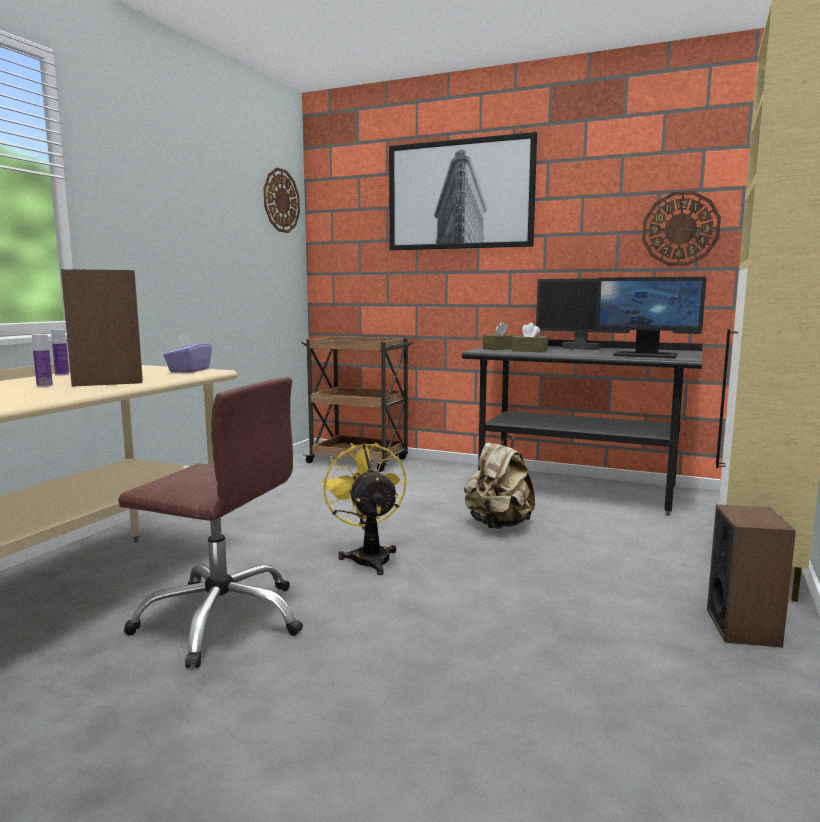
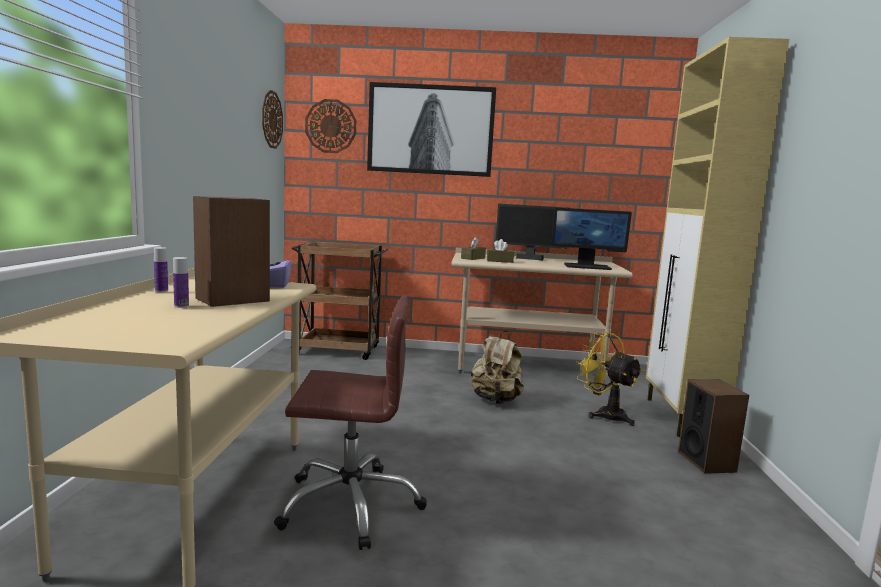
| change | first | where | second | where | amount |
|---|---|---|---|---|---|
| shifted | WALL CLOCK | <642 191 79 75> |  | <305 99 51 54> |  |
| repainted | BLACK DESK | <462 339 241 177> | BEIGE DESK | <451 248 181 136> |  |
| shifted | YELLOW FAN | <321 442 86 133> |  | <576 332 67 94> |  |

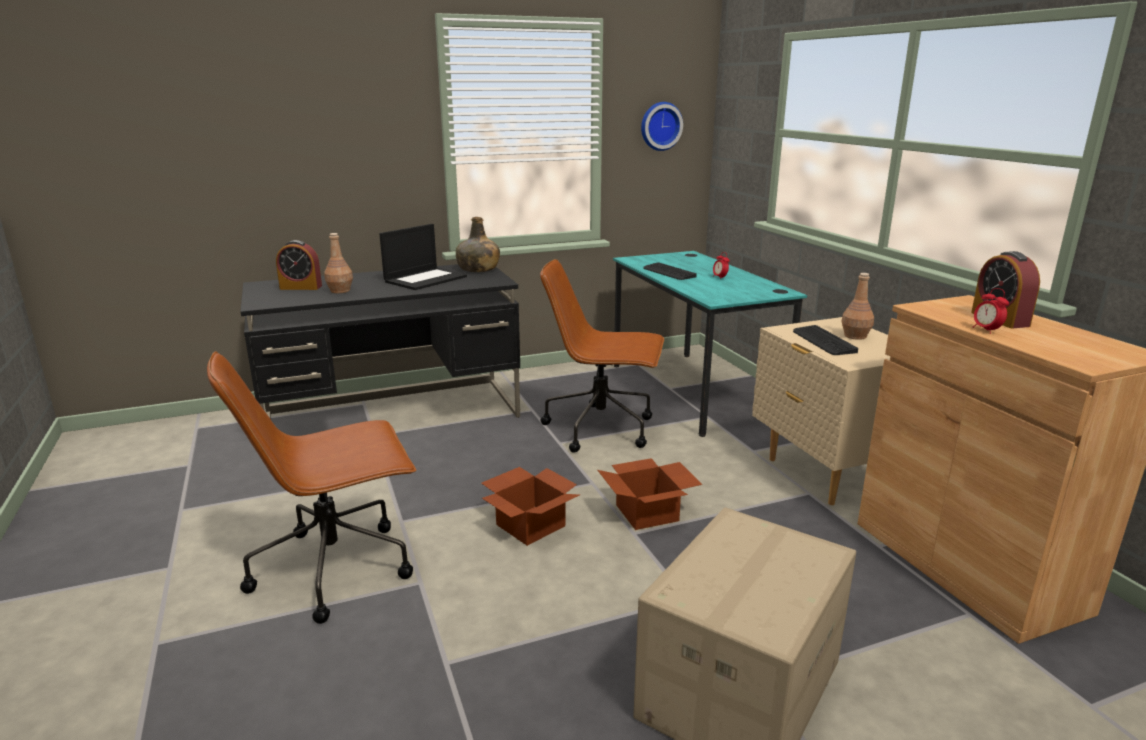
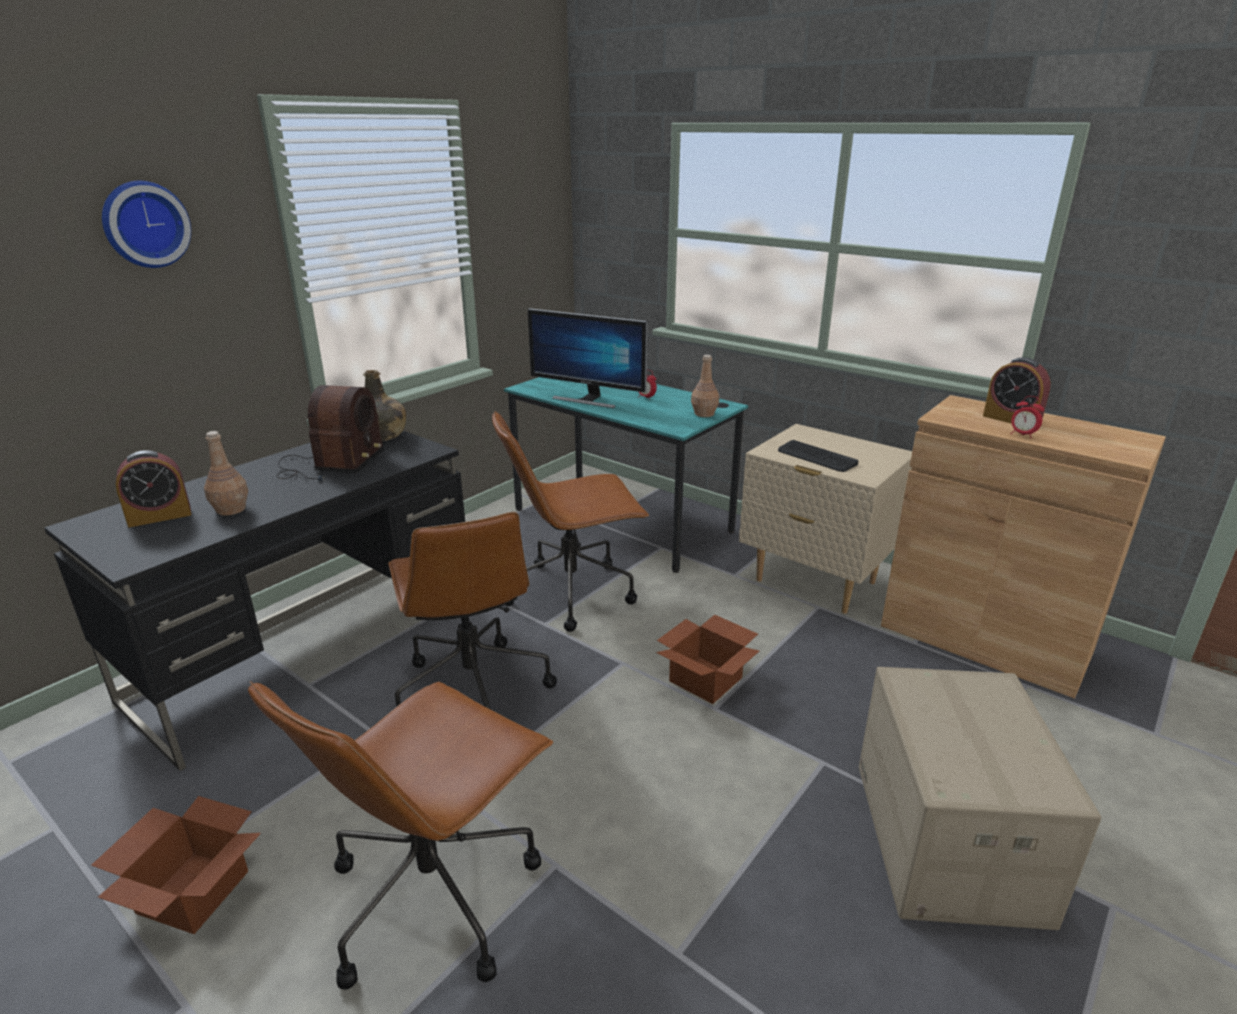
| change | first | where | second | where | amount |
|---|---|---|---|---|---|
| shifted | CARDBOARD BOX | <481 467 98 79> |  | <91 796 170 138> |  |
| shifted | WALL CLOCK | <641 102 42 49> |  | <102 181 89 87> |  |
| swapped | LAPTOP | <379 224 88 66> | RADIO | <276 385 108 97> |  |
| new |  |  | BROWN OFFICE CHAIR | <388 512 169 197> |  |
| swapped | KEYBOARD | <643 262 54 18> | MONITOR | <528 308 120 100> |  |
| shifted | BROWN BOTTLE | <841 273 33 67> |  | <691 355 28 62> |  |

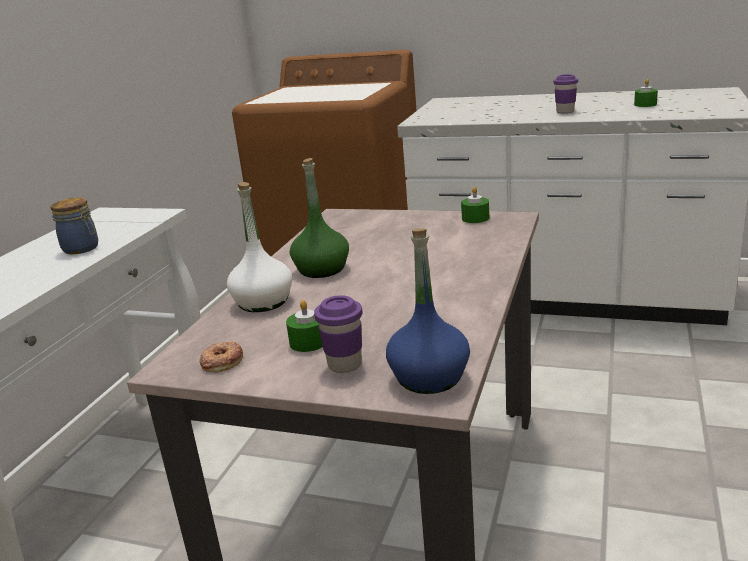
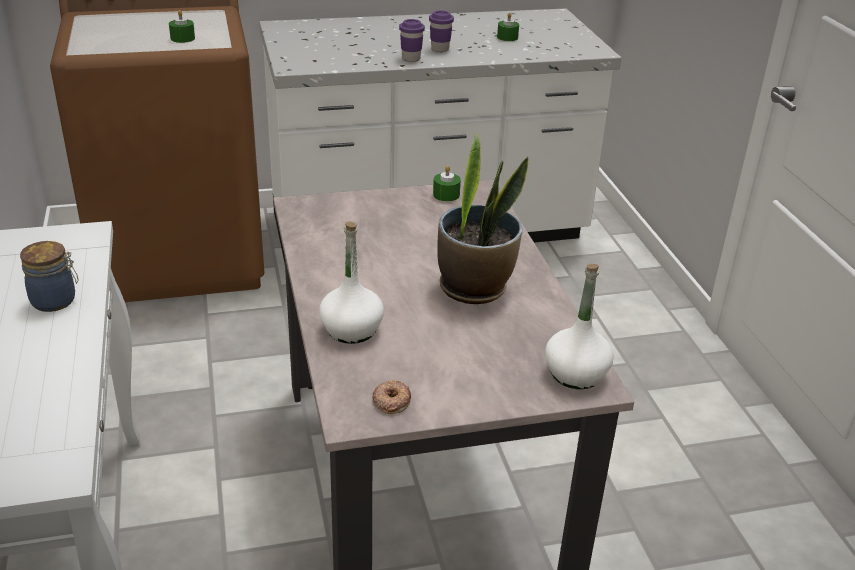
| change | first | where | second | where | amount |
|---|---|---|---|---|---|
| shifted | GREEN CANDLE | <286 300 37 52> |  | <169 10 26 33> |  |
| shifted | PURPLE CUP | <314 295 49 78> |  | <399 19 26 43> |  |
| new |  |  | POTTED PLANT | <437 133 92 171> |  |
| repainted | BLUE BOTTLE | <386 228 84 166> | WHITE BOTTLE | <545 264 69 125> |  |
| gone | GREEN BOTTLE | <290 158 59 120> |  |  |  |

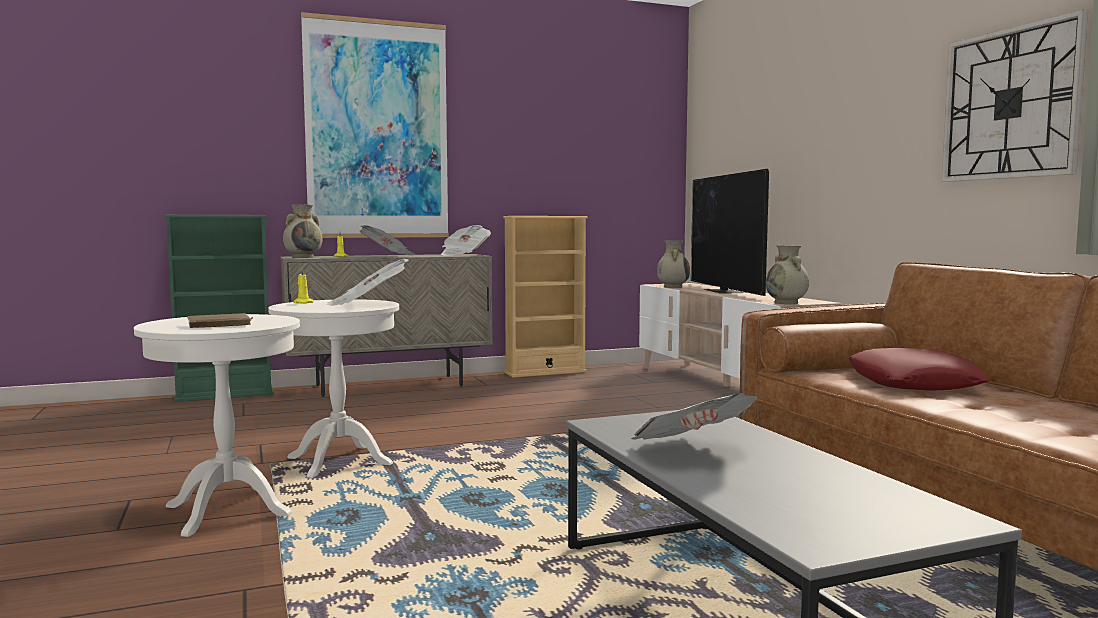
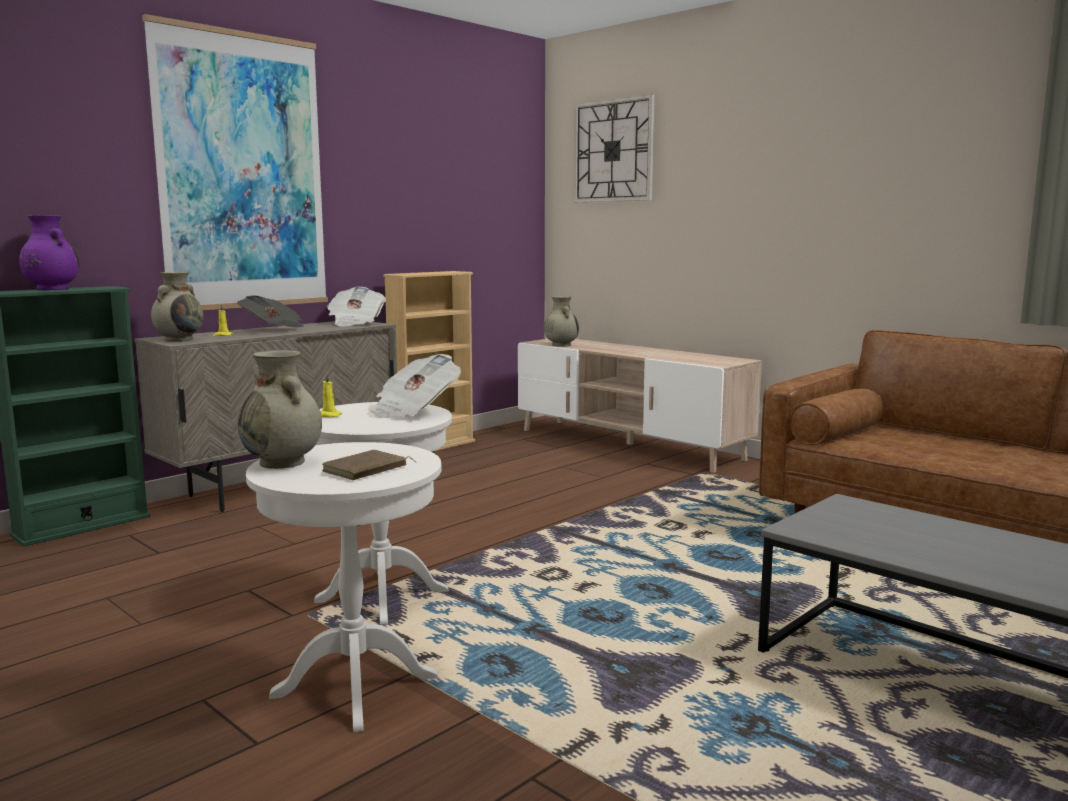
| change | first | where | second | where | amount |
|---|---|---|---|---|---|
| new |  |  | PURPLE VASE | <19 215 61 75> |  |
| shifted | BEIGE VASE | <766 245 43 59> |  | <238 350 84 119> |  |
| shifted | WALL CLOCK | <941 9 147 173> |  | <574 94 81 108> |  |
| gone | NEWSPAPER | <631 393 126 47> |  |  |  |
| gone | TELEVISION | <691 169 78 127> |  |  |  |
| gone | RED PILLOW | <849 348 141 43> |  |  |  |

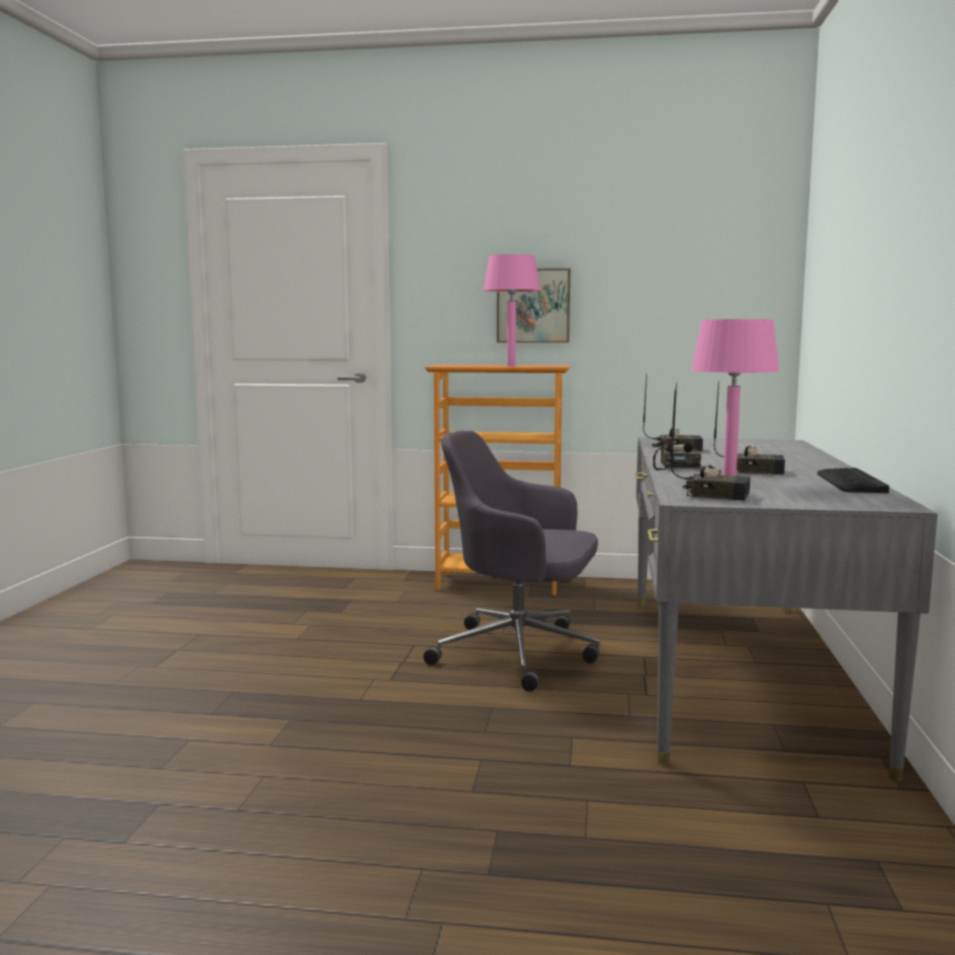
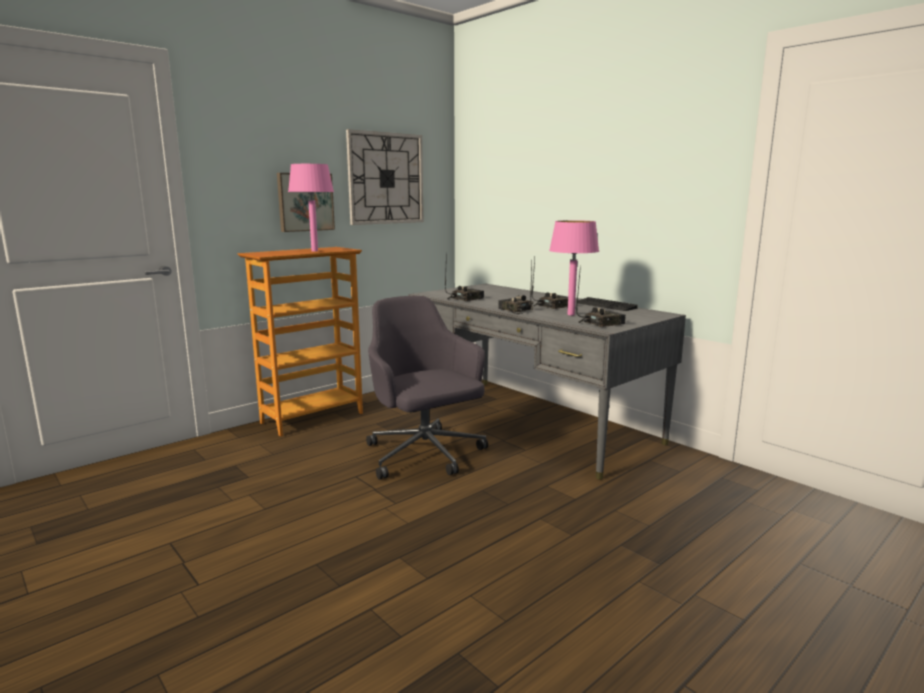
| change | first | where | second | where | amount |
|---|---|---|---|---|---|
| new |  |  | WALL CLOCK | <346 129 77 96> |  |
| rotated | GREY OFFICE CHAIR | <423 431 177 261> |  | <366 296 122 184> | 90 degrees clockwise |

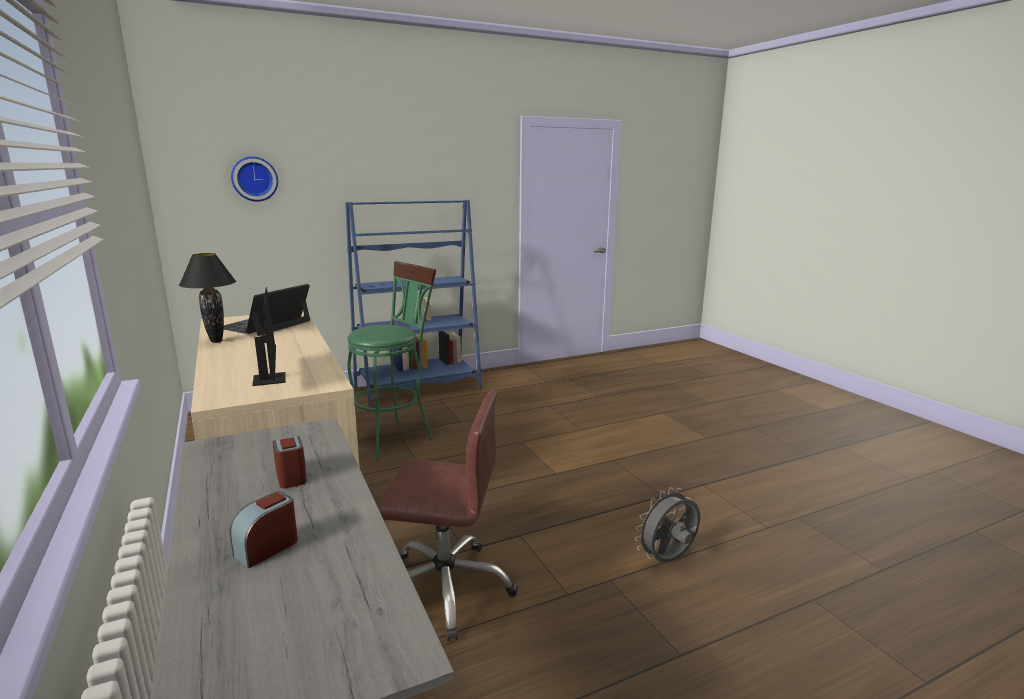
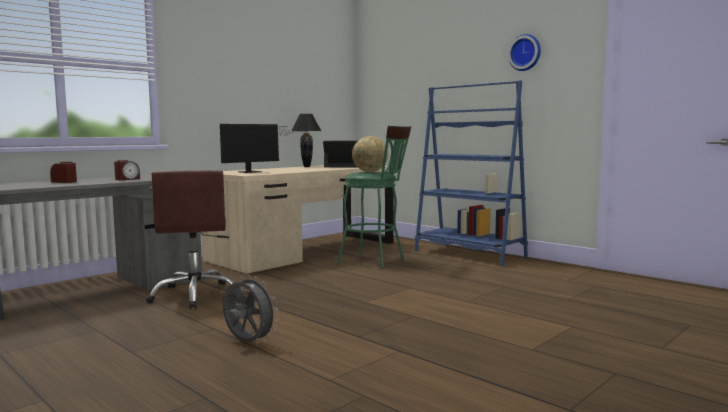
| change | first | where | second | where | amount |
|---|---|---|---|---|---|
| new |  |  | GLOBE | <352 136 36 36> |  |
| shifted | WALL CLOCK | <231 157 47 45> |  | <508 34 33 37> |  |

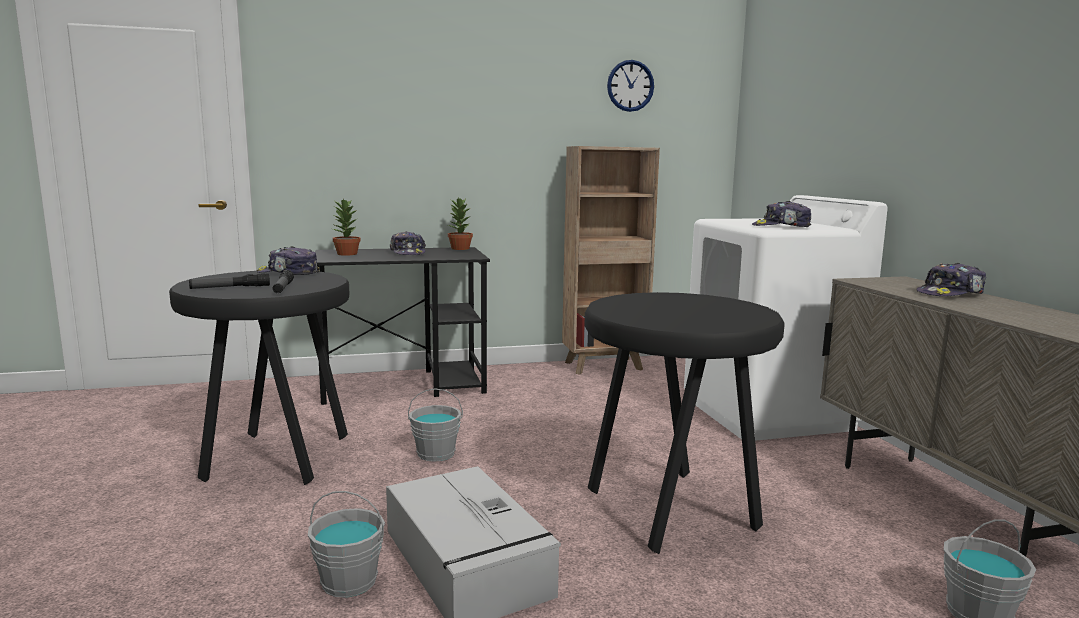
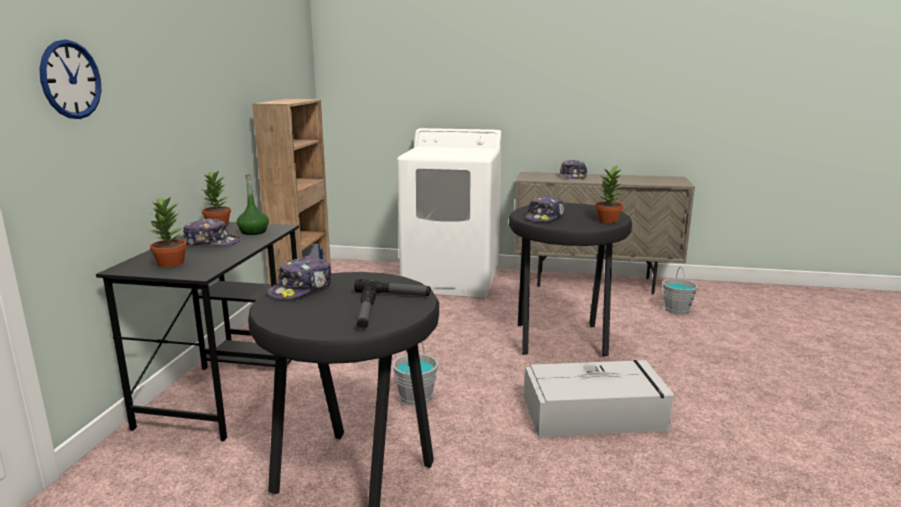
| change | first | where | second | where | amount |
|---|---|---|---|---|---|
| shifted | WALL CLOCK | <607 60 47 52> |  | <39 40 62 79> |  |
| new |  |  | GREEN BOTTLE | <237 174 32 61> |  |
| shifted | CAP | <752 201 59 26> |  | <526 195 39 27> |  |
| new |  |  | POTTED PLANT | <595 165 28 58> |  |
| gone | GREY BUCKET | <308 491 77 107> |  |  |  |

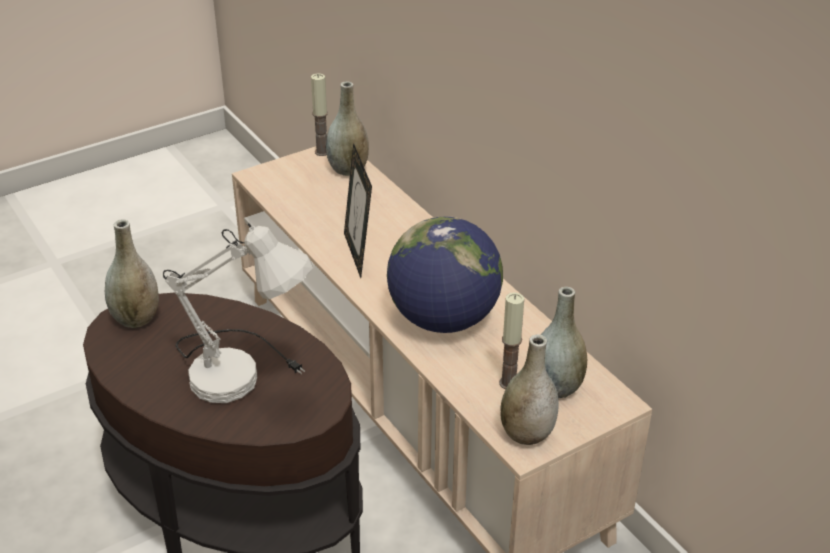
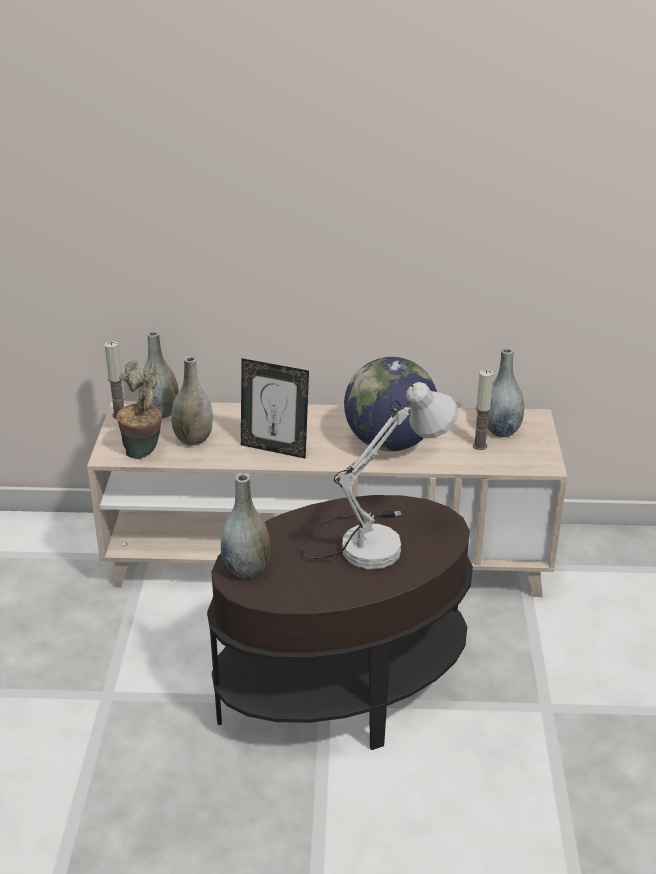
| change | first | where | second | where | amount |
|---|---|---|---|---|---|
| new |  |  | POTTED PLANT | <117 361 45 98> |  |
| shifted | GREY VASE | <501 334 58 111> |  | <171 356 42 90> |  |

